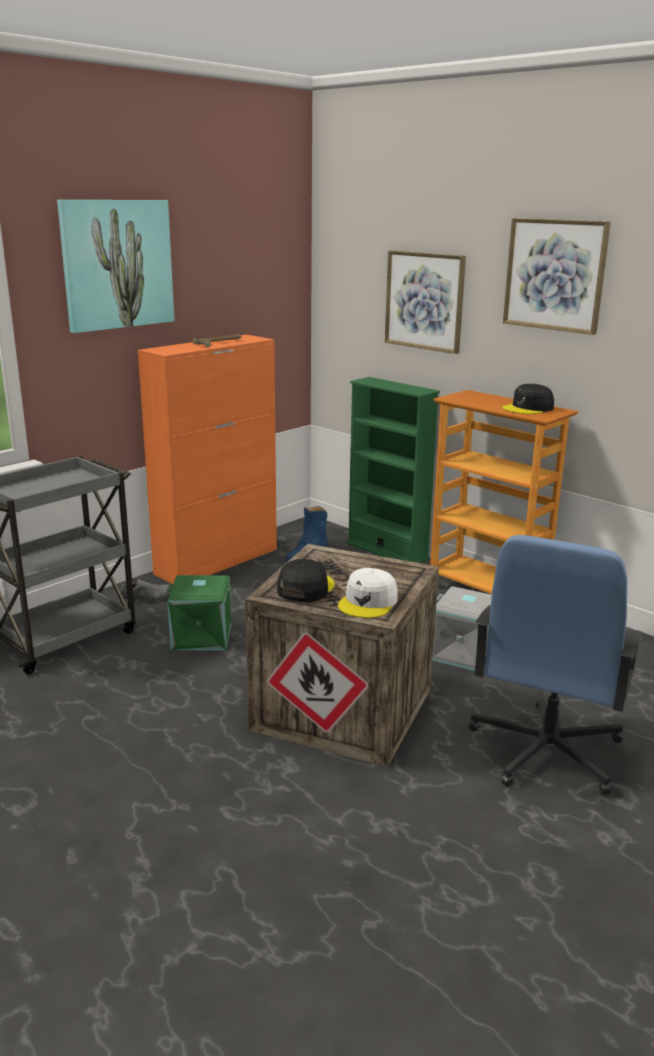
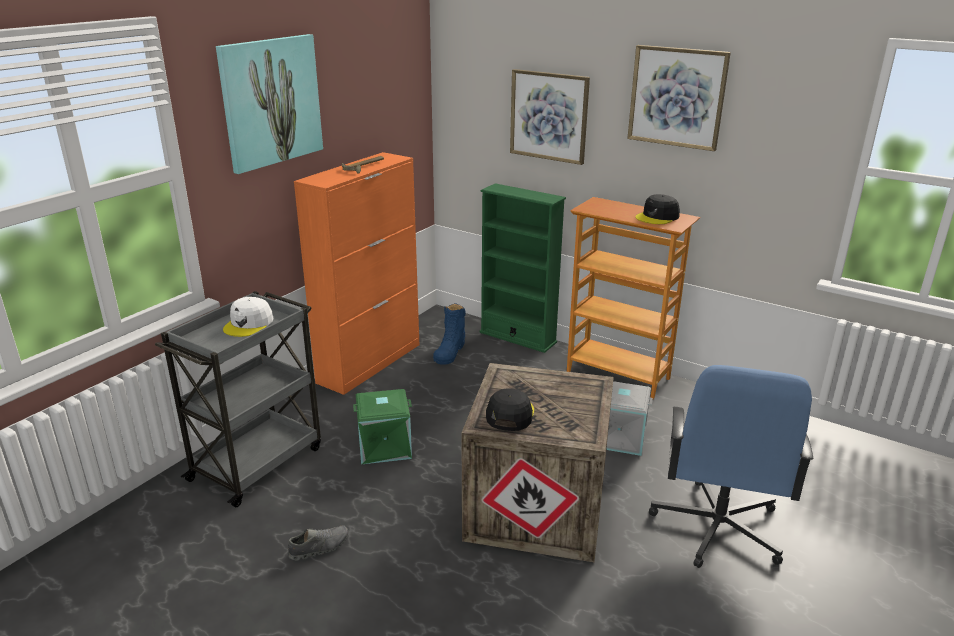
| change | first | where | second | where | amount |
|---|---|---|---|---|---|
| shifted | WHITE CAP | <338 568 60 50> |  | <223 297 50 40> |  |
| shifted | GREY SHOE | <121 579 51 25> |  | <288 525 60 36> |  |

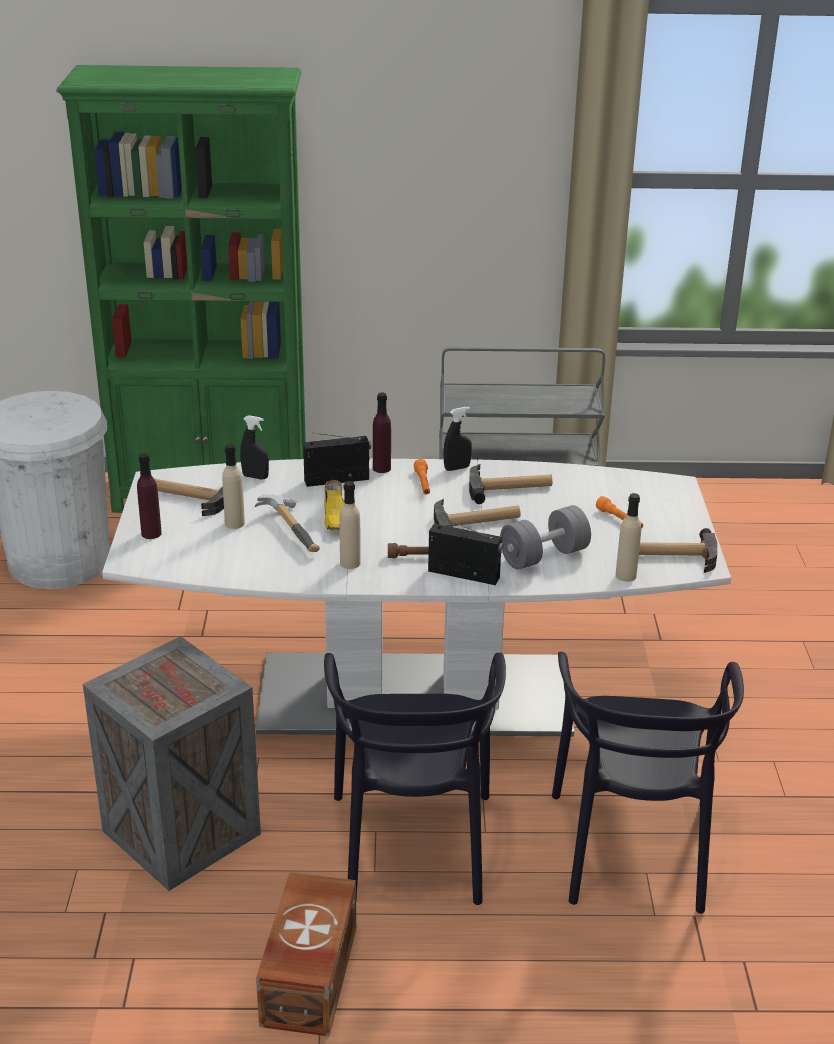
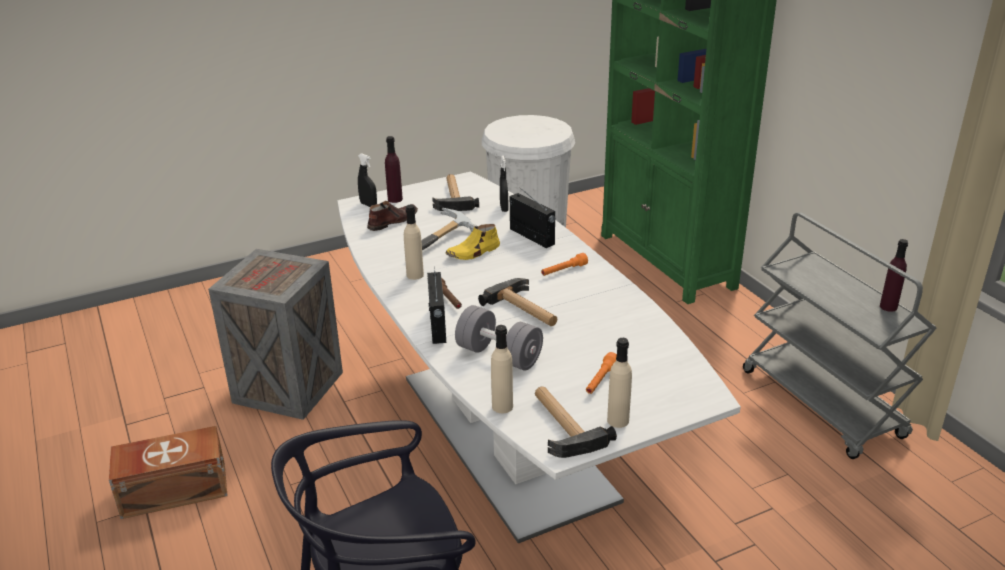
| change | first | where | second | where | amount |
|---|---|---|---|---|---|
| shifted | BLACK SPRAY BOTTLE | <444 407 28 64> |  | <358 153 19 54> |  |
| new |  |  | BROWN SHOE | <367 201 51 30> |  |
| shifted | BEIGE BOTTLE | <222 444 23 85> |  | <607 338 25 90> |  |
| shifted | PURPLE BOTTLE | <373 393 18 80> |  | <880 239 28 73> |  |
| gone | BLACK CHAIR | <324 653 182 252> |  |  |  |
| gone | HAMMER | <469 464 83 40> |  |  |  |

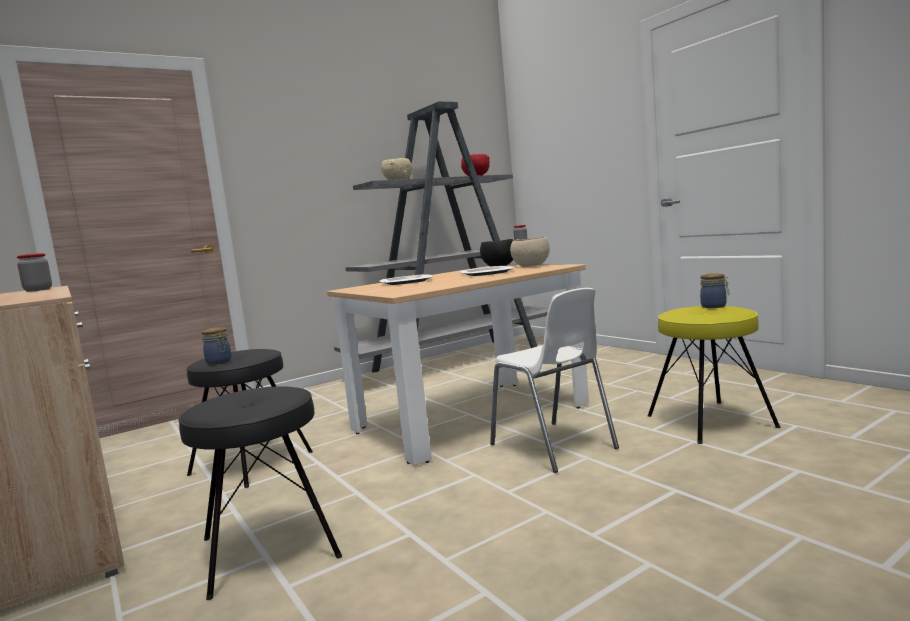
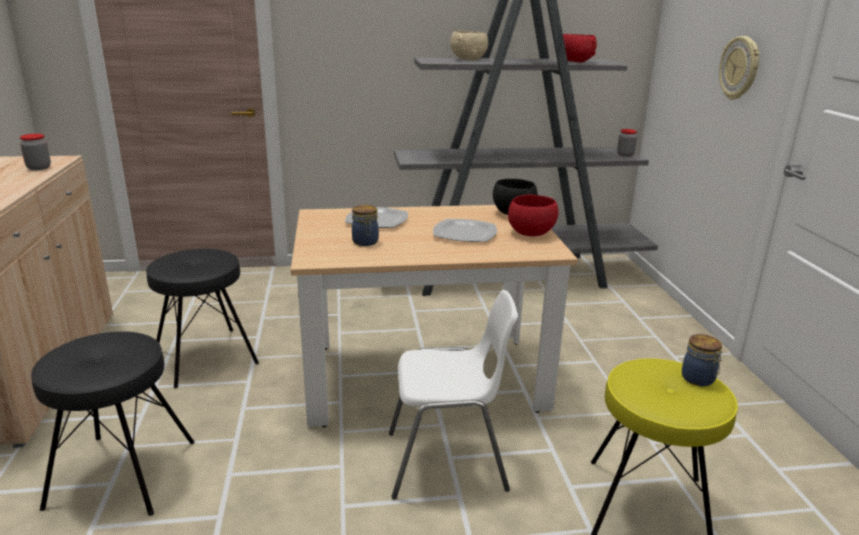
| change | first | where | second | where | amount |
|---|---|---|---|---|---|
| shifted | JAR | <201 327 30 38> |  | <352 205 27 41> |  |
| rotated | WHITE CHAIR | <490 288 129 185> |  | <389 290 129 209> | 90 degrees counterclockwise |
| repainted | BEIGE BOWL | <510 237 40 30> | RED BOWL | <508 194 50 42> |  |
| new |  |  | WALL CLOCK | <719 36 41 64> |  |

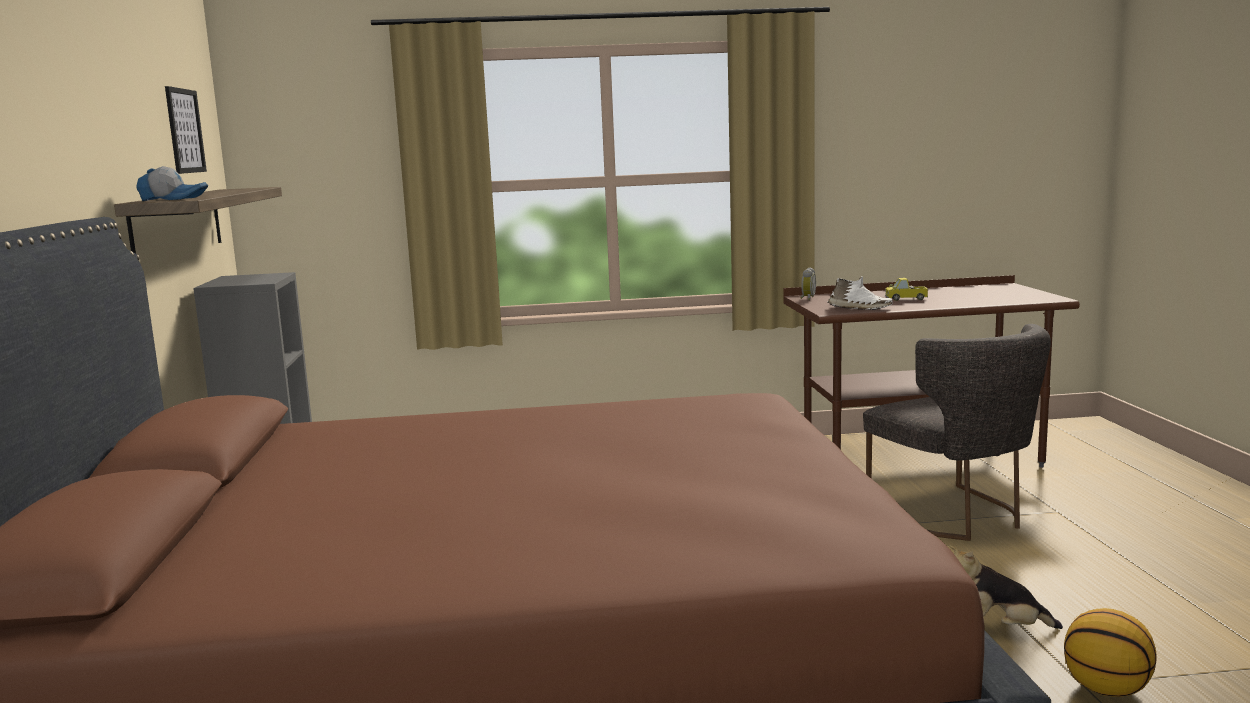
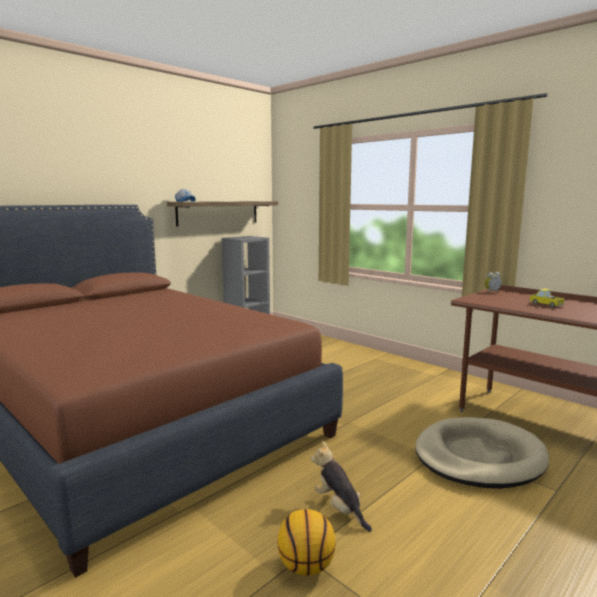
| change | first | where | second | where | amount |
|---|---|---|---|---|---|
| swapped | GREY CHAIR | <863 324 188 217> | BEIGE DOG BED | <415 417 134 72> |  |
| gone | PICTURE | <165 86 42 88> |  |  |  |
| gone | WHITE SHOE | <828 276 65 34> |  |  |  |

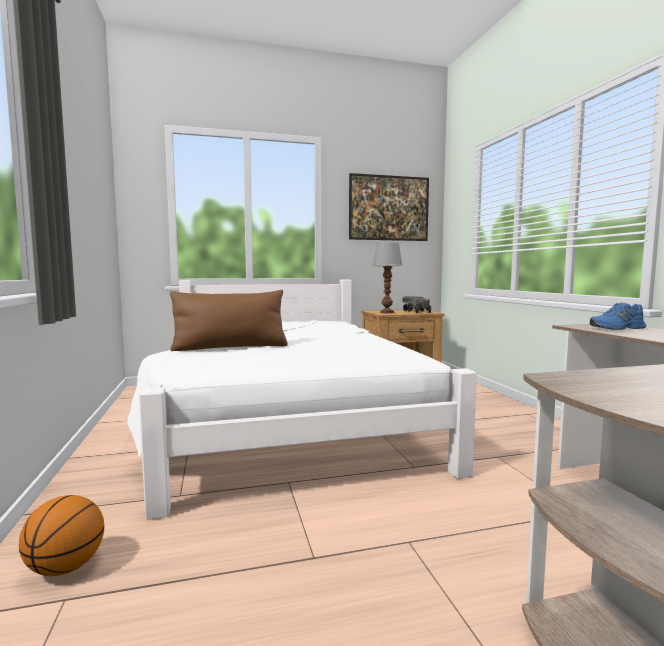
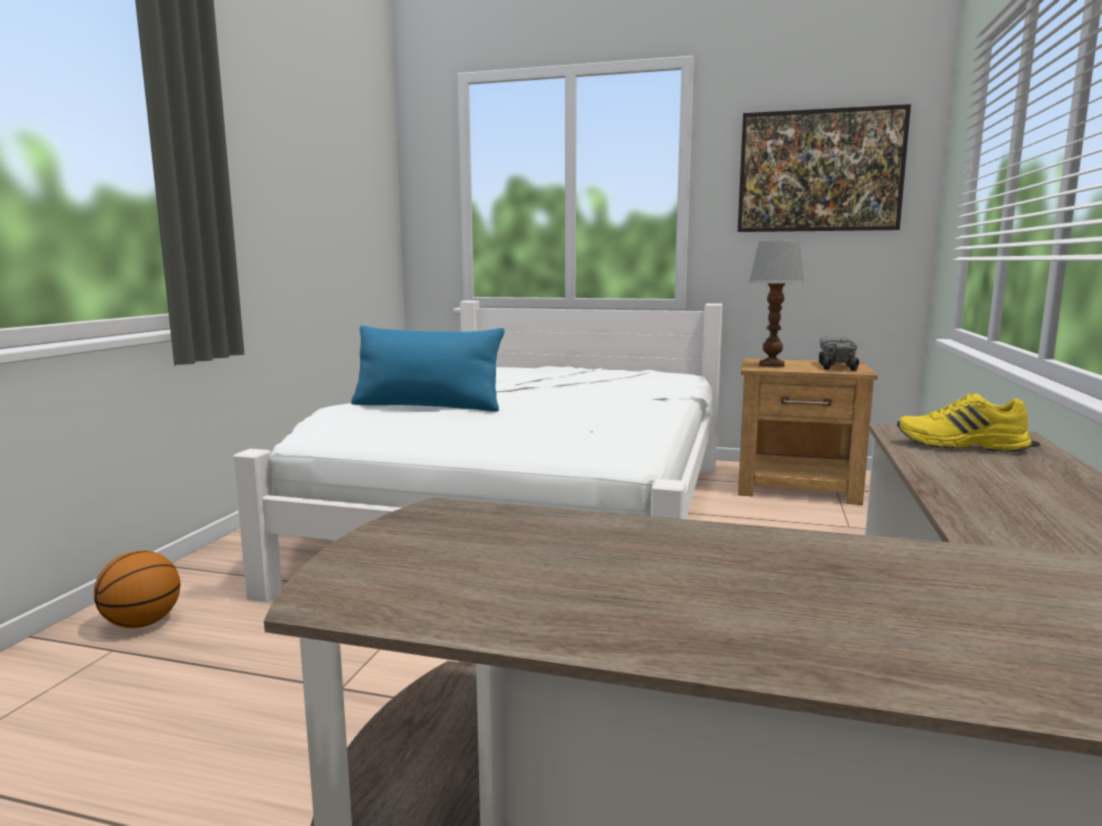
| change | first | where | second | where | amount |
|---|---|---|---|---|---|
| repainted | BROWN PILLOW | <170 290 118 61> | BLUE PILLOW | <351 325 154 87> |  |
| repainted | BLUE SHOE | <590 303 56 27> | YELLOW SHOE | <897 393 135 59> |  |

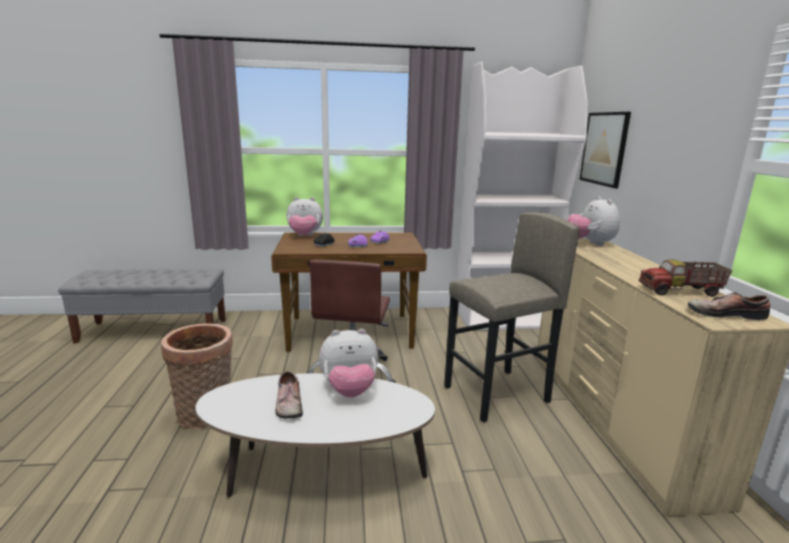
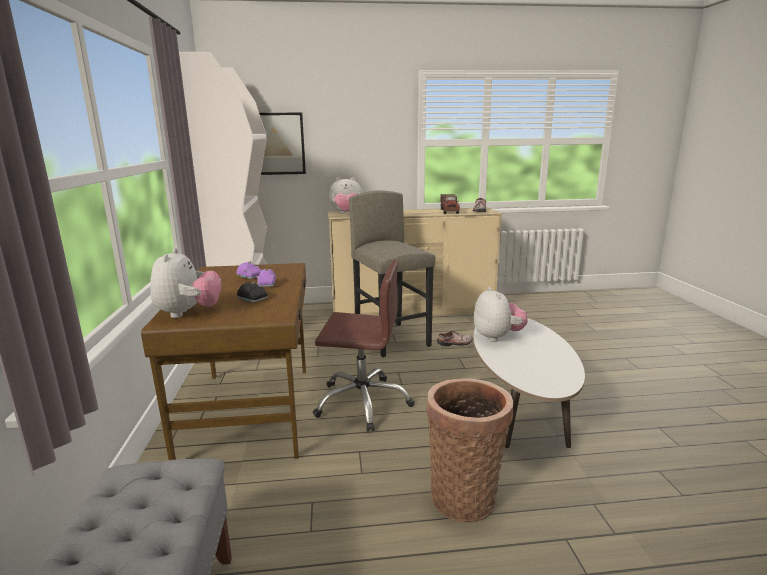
| change | first | where | second | where | amount |
|---|---|---|---|---|---|
| shifted | SHOE | <275 371 28 48> |  | <437 330 36 16> |  |

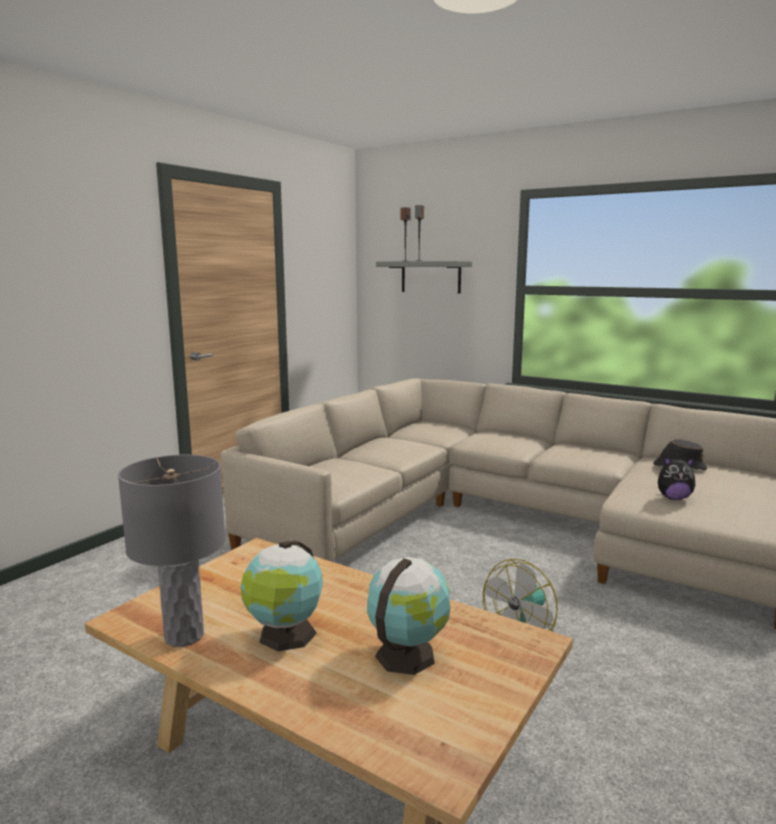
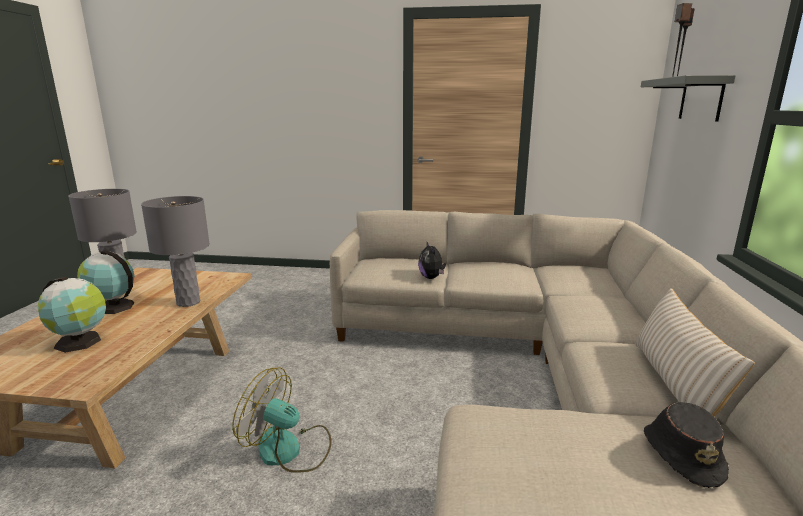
| change | first | where | second | where | amount |
|---|---|---|---|---|---|
| new |  |  | GREY TABLE LAMP | <141 196 69 111> |  |
| shifted | PLUSH TOY | <658 457 37 43> |  | <418 241 28 38> |  |
| new |  |  | BEIGE PILLOW | <635 288 120 129> |  |

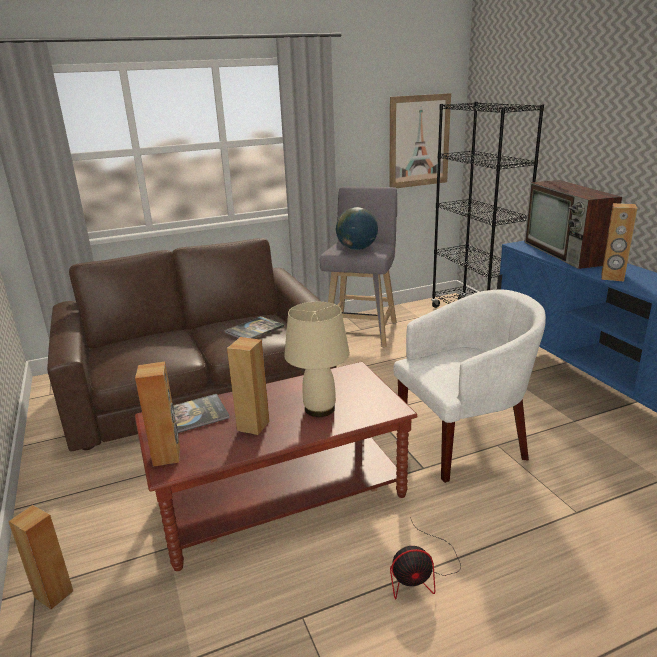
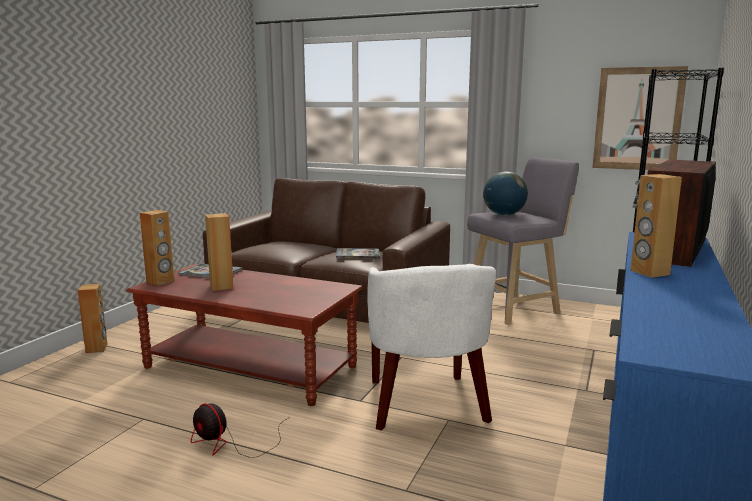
| change | first | where | second | where | amount |
|---|---|---|---|---|---|
| rotated | WHITE ARMCHAIR | <393 289 153 194> |  | <367 264 129 166> | 60 degrees clockwise |
| gone | BEIGE TABLE LAMP | <284 302 66 115> |  |  |  |

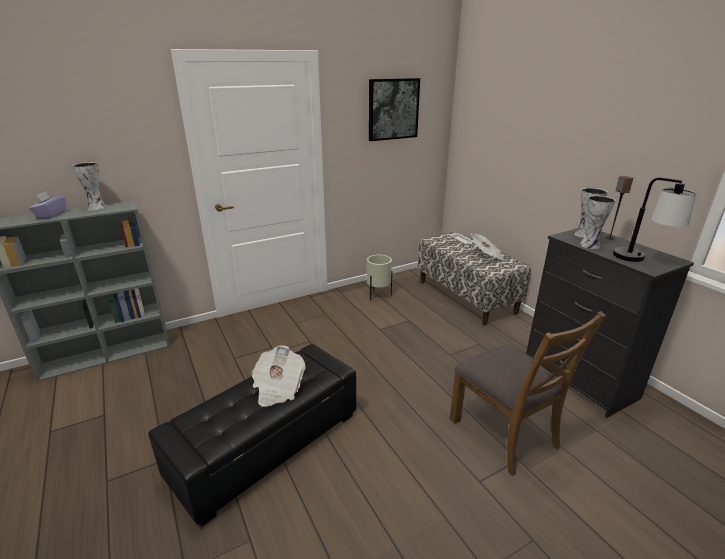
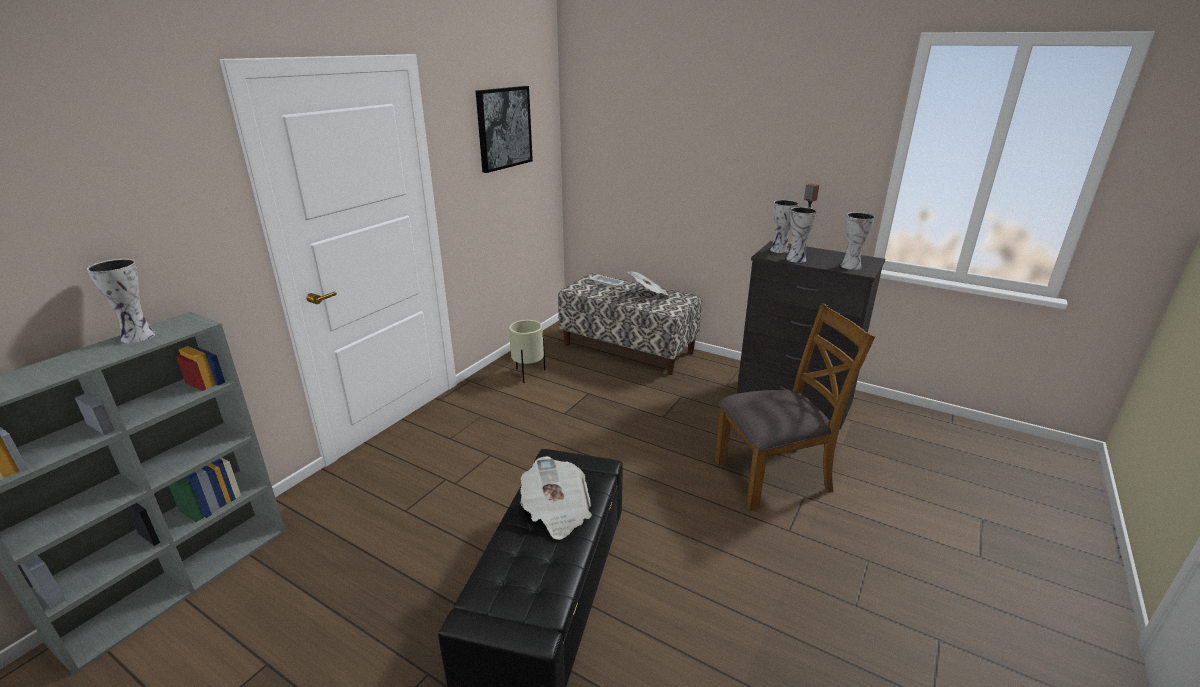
| change | first | where | second | where | amount |
|---|---|---|---|---|---|
| rotated | BROWN CHAIR | <450 311 156 165> |  | <715 303 160 208> | 45 degrees counterclockwise |
| swapped | TABLE LAMP | <613 177 84 85> | VASE | <840 212 35 58> |  |
| gone | PURPLE TISSUE BOX | <29 191 37 28> |  |  |  |

